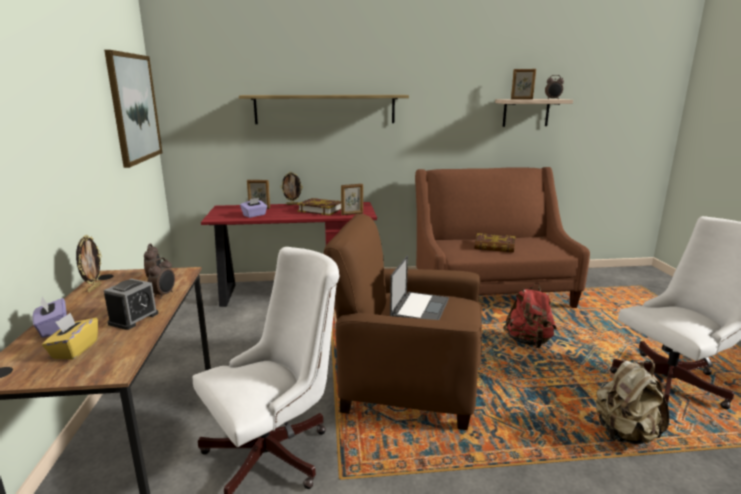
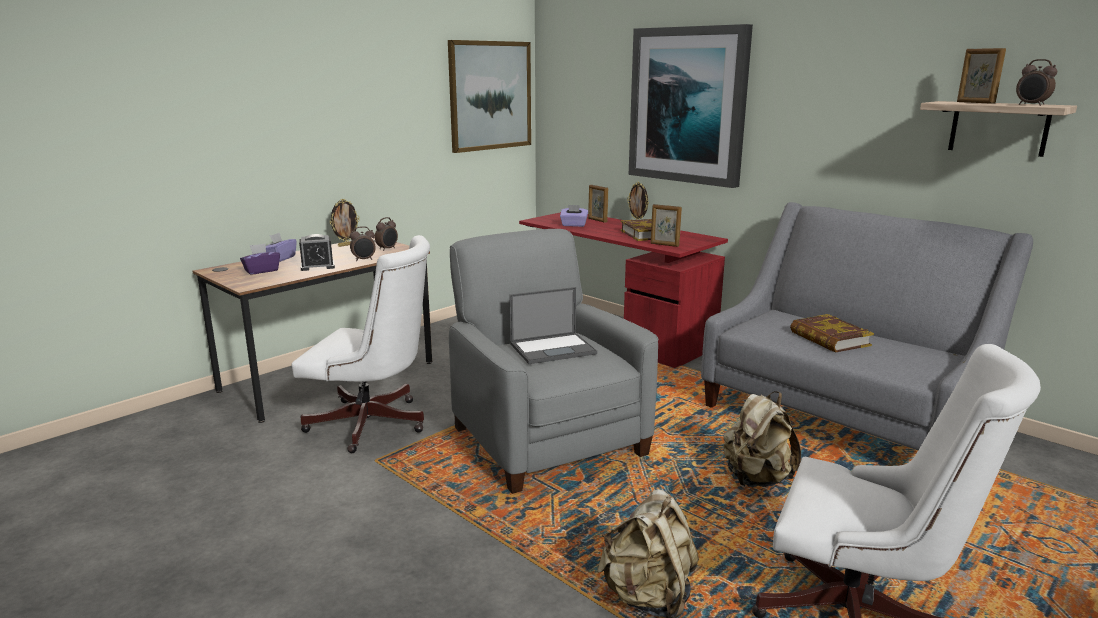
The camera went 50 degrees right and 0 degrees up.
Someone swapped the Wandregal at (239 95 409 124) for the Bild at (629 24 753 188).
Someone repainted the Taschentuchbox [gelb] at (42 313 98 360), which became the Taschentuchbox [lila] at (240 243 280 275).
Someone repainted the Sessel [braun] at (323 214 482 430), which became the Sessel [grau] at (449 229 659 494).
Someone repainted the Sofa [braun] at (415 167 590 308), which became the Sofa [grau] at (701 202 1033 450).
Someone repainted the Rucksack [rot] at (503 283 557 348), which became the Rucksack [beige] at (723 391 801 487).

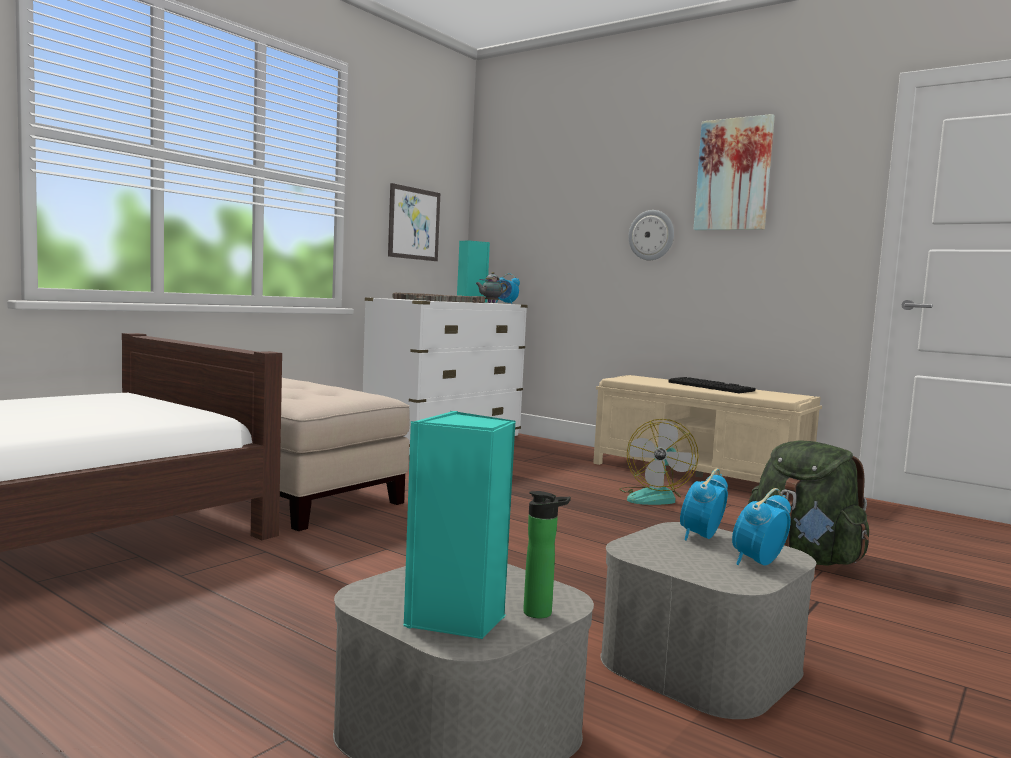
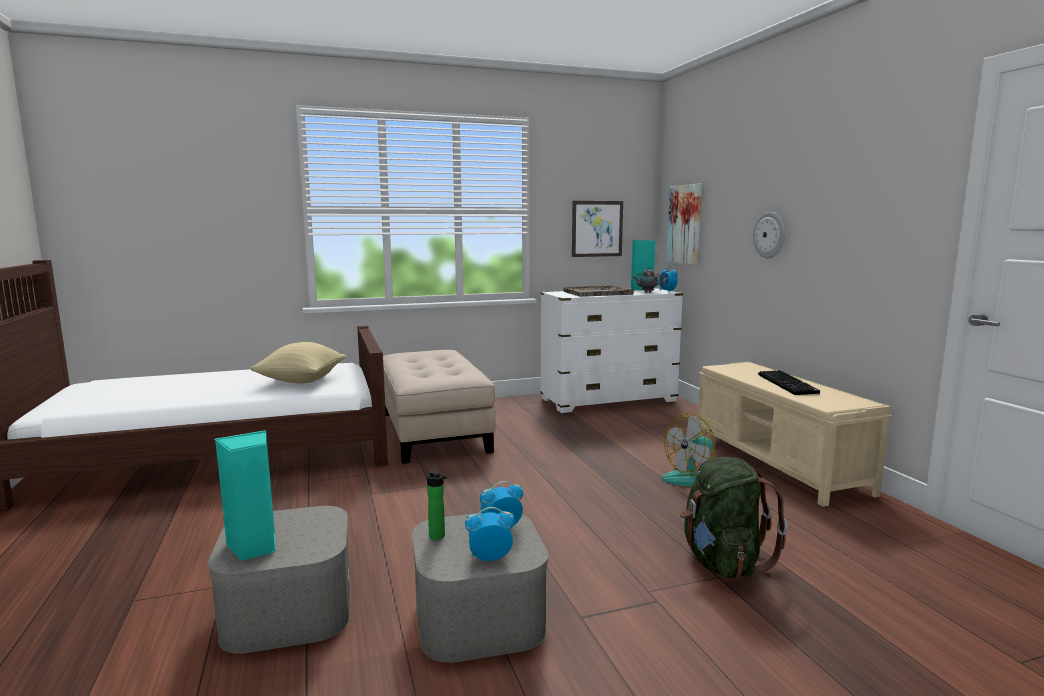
The camera went 35 degrees right and 5 degrees up.
Someone put down the Kissen [beige] at (250 342 346 383).
Someone carried the Flasche from (523 491 571 618) to (427 470 447 540).
Someone carried the Bild from (693 114 775 231) to (666 184 702 265).

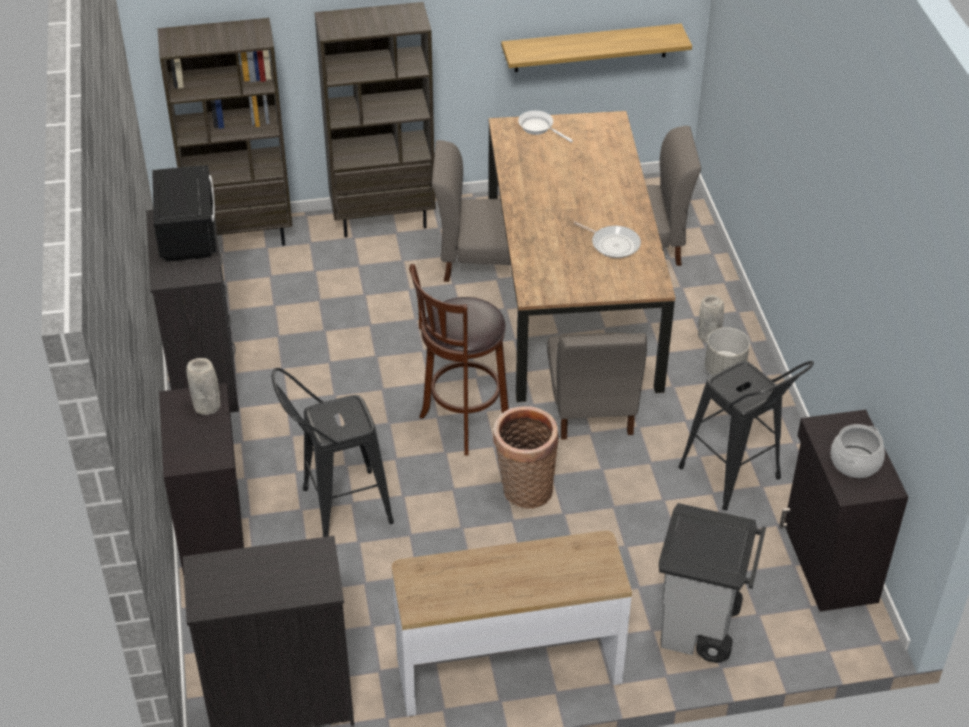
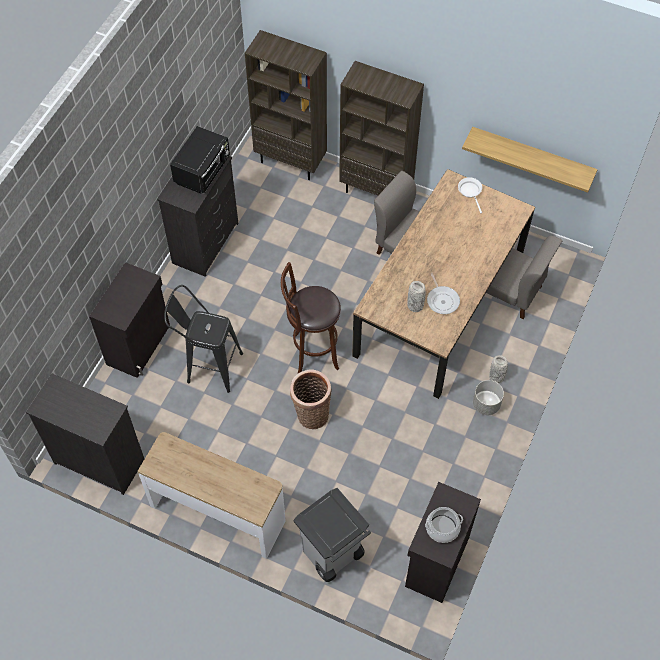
The camera went 35 degrees right and 15 degrees up.
Someone took away the Stuhl [grau] at (547 333 647 440).
Someone took away the Hocker [schwarz] at (679 361 814 510).
Someone carried the Vase [grau] from (186 358 220 415) to (408 281 426 312).

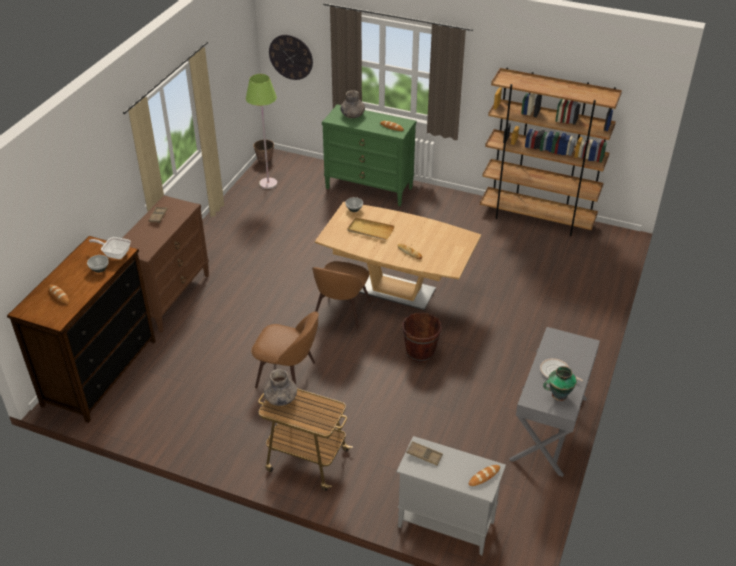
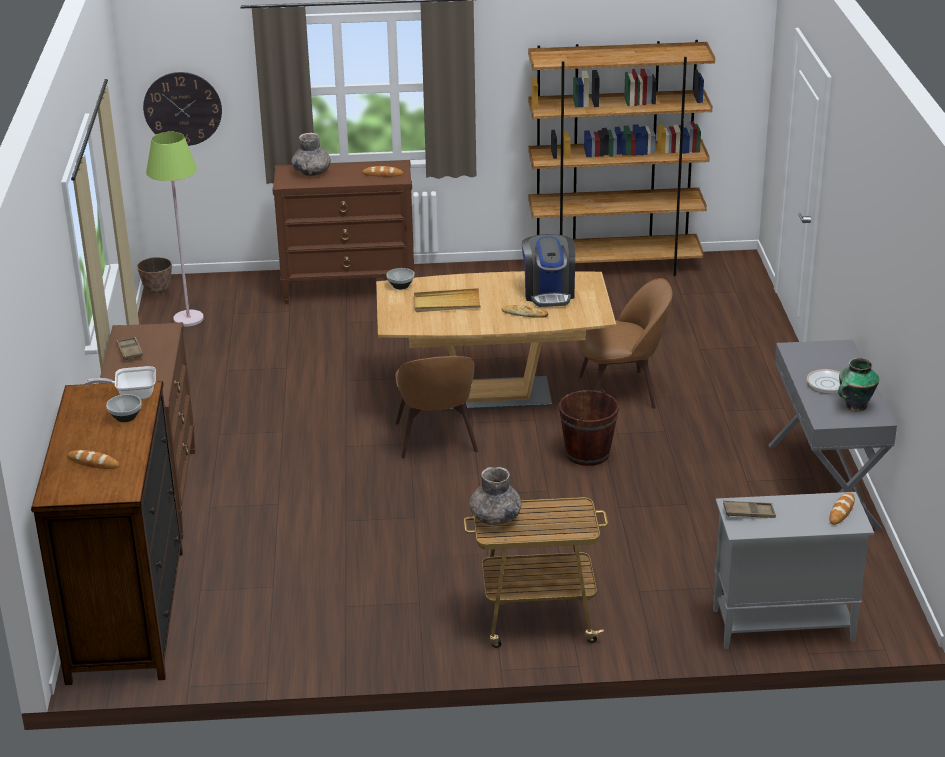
The camera went 25 degrees left and 10 degrees down.
Someone put down the Kaffeemaschine at (522 234 575 307).
Someone carried the Stuhl [braun] from (251 311 319 388) to (578 278 673 409).
Someone repainted the Kommode [grün] at (322 104 416 206), which became the Kommode [braun] at (273 160 415 304).

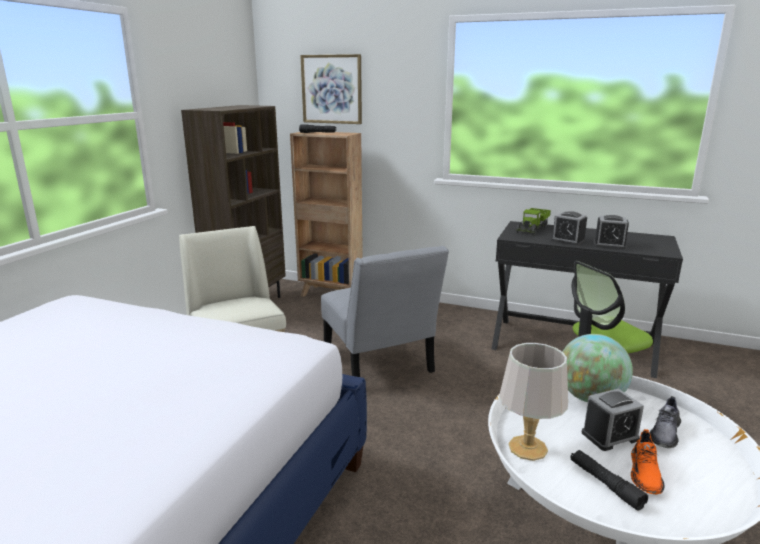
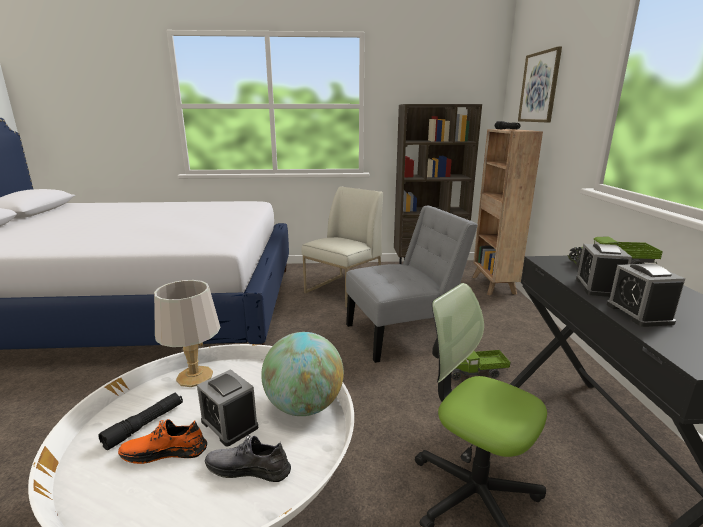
The camera went 65 degrees right and 0 degrees up.
Someone put down the Spielzeuglaster at (451 350 511 380).
Someone rotated the Stuhl [grau] at (321 246 449 377) by 150 degrees counterclockwise.

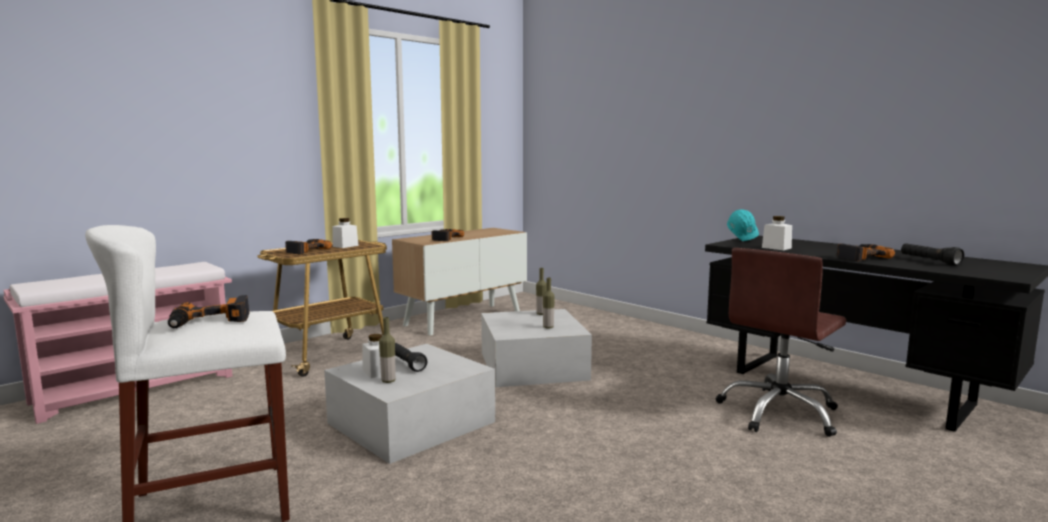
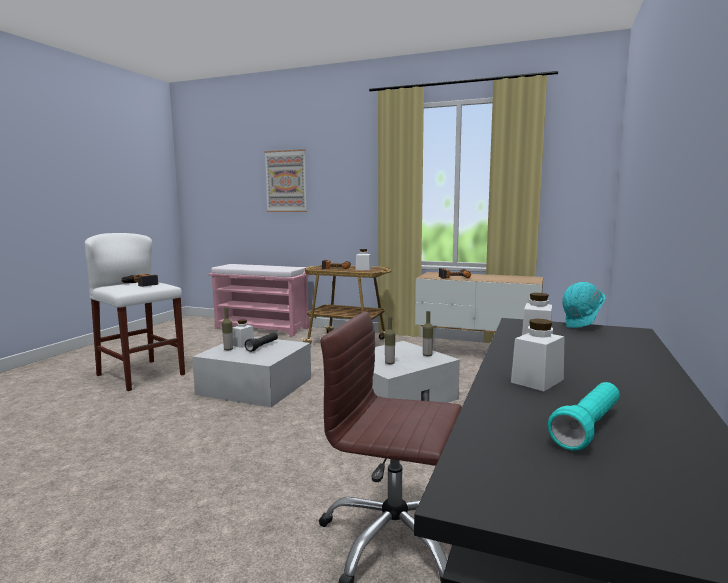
The camera went 65 degrees right and 0 degrees up.
Someone put up the Bild at (264 149 307 212).
Someone swapped the Bohrmaschine at (837 244 895 261) for the Vorratsglas [weiß] at (511 319 565 391).
Someone repainted the Taschenlampe [schwarz] at (901 243 964 266), which became the Taschenlampe [türkis] at (548 382 620 451).

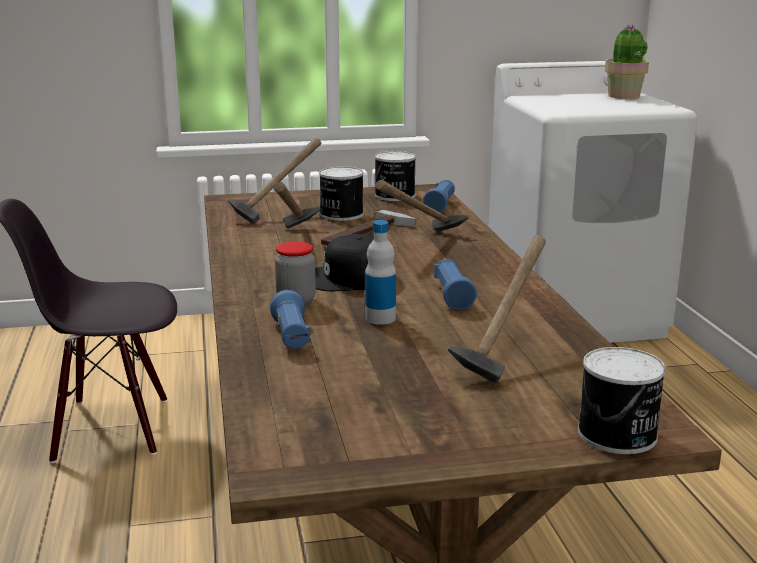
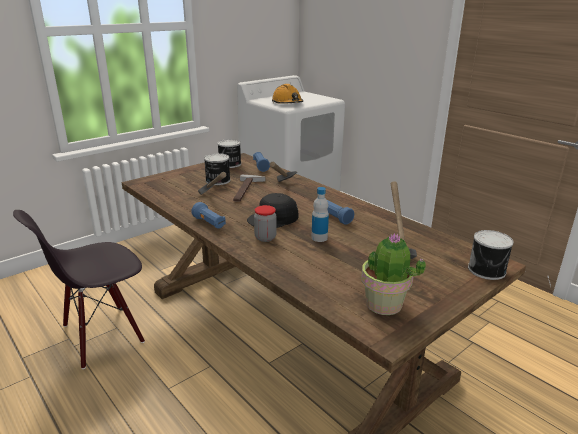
The camera went 30 degrees left and 5 degrees up.
Someone took away the Hammer at (228 138 322 224).
Someone put down the Schutzhelm [orange] at (272 84 303 104).
Someone carried the Taschenlampe [blau] from (270 290 311 349) to (191 202 226 229).
Someone carried the Topfpflanze from (605 25 649 99) to (362 233 426 315).

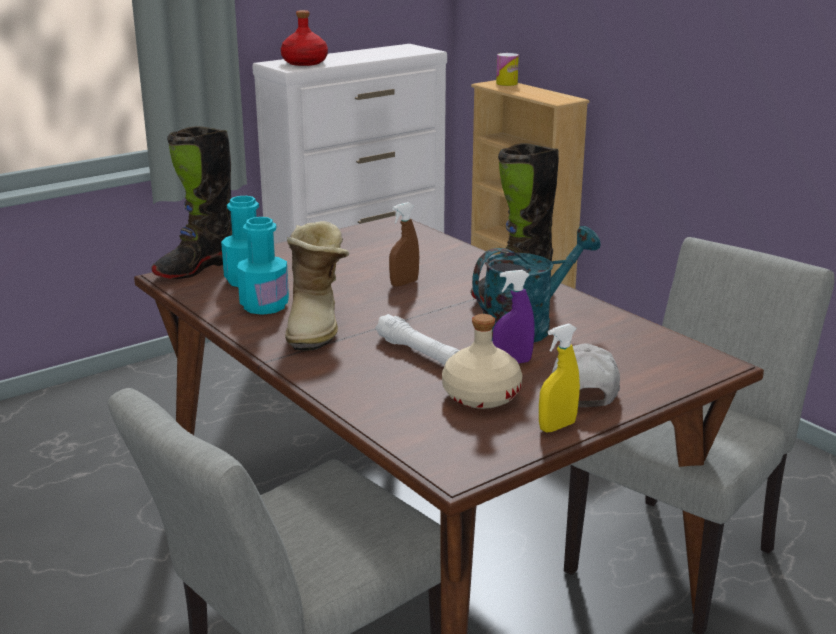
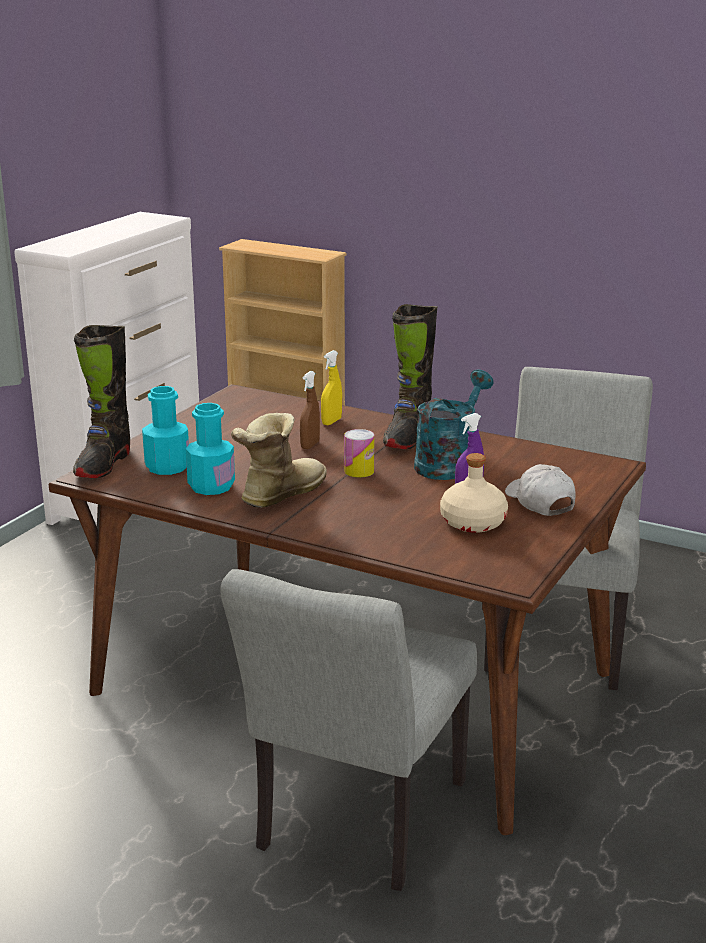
The camera went 25 degrees left and 0 degrees up.
Someone took away the Flasche [rot] at (281 10 328 66).
Someone took away the Taschenlampe [weiß] at (375 314 460 365).
Someone carried the Dose from (496 53 519 86) to (344 429 374 478).
Someone carried the Sprühflasche [gelb] from (539 323 580 432) to (321 350 342 425).
Someone rotated the Stiefel at (285 221 349 351) by 120 degrees counterclockwise.

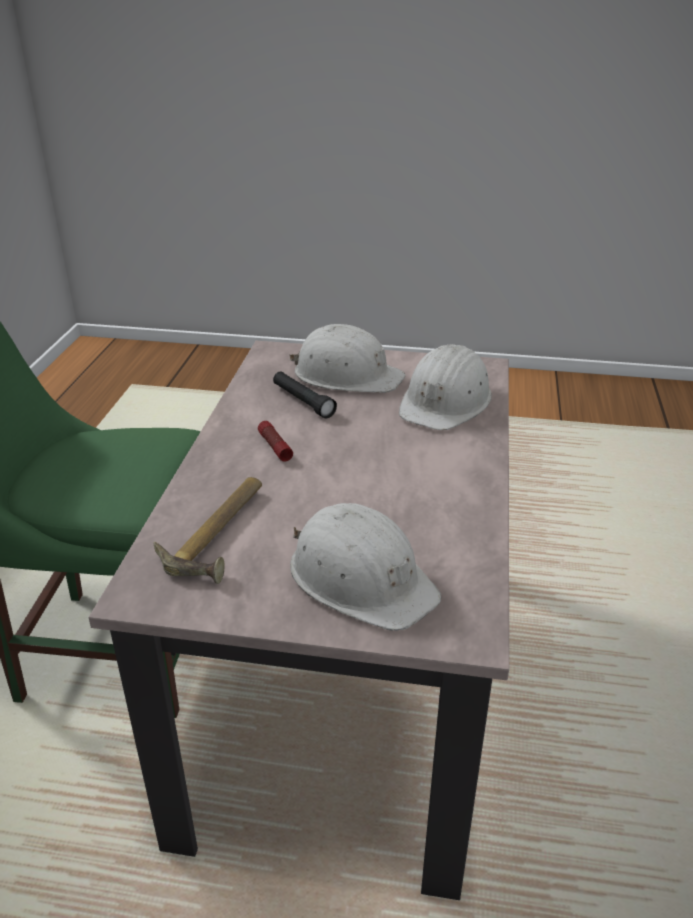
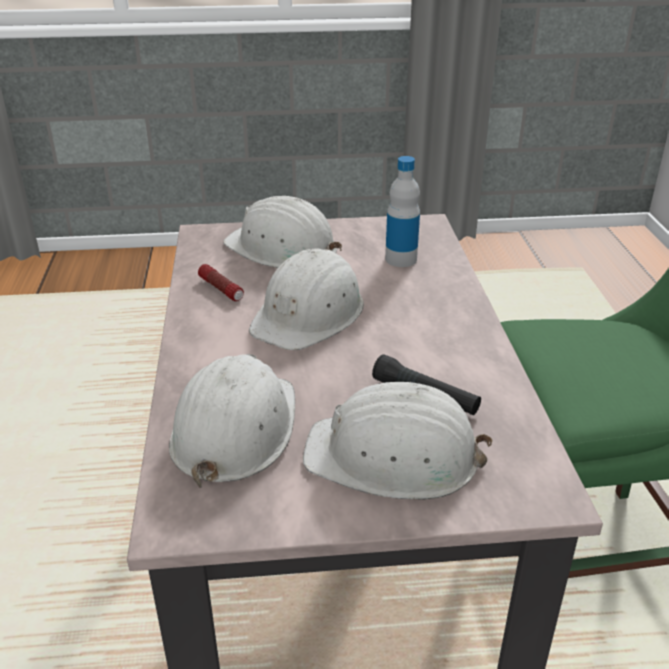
The camera went 165 degrees right and 0 degrees up.
Someone put down the Schutzhelm [weiß] at (249 249 364 350).
Someone carried the Taschenlampe from (258 421 293 462) to (198 264 244 301).
Someone swapped the Hammer at (154 477 262 584) for the Flasche at (385 156 420 267).

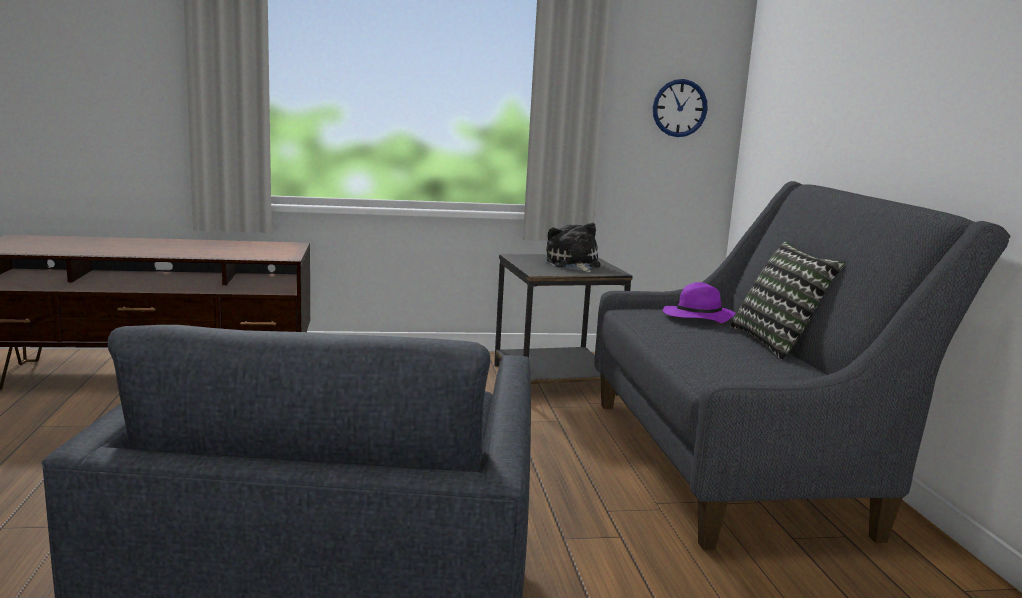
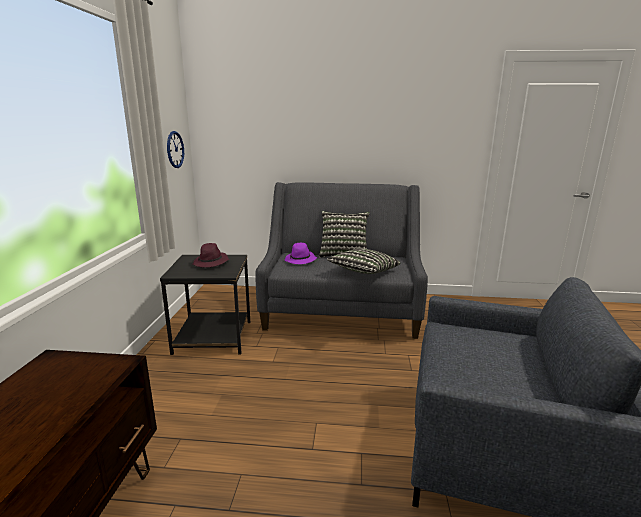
The camera went 75 degrees left and 5 degrees up.
Someone put down the Kissen at (327 248 400 274).
Someone swapped the Plüschtier at (545 223 600 273) for the Hut [lila] at (193 243 229 268).

